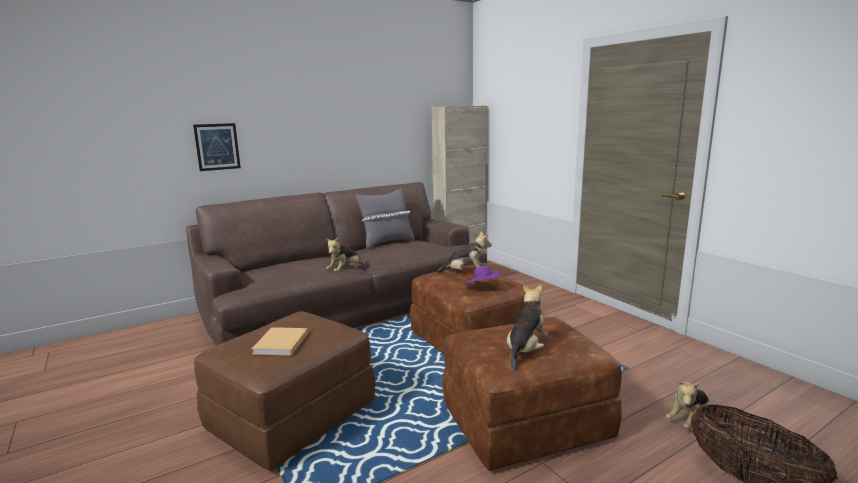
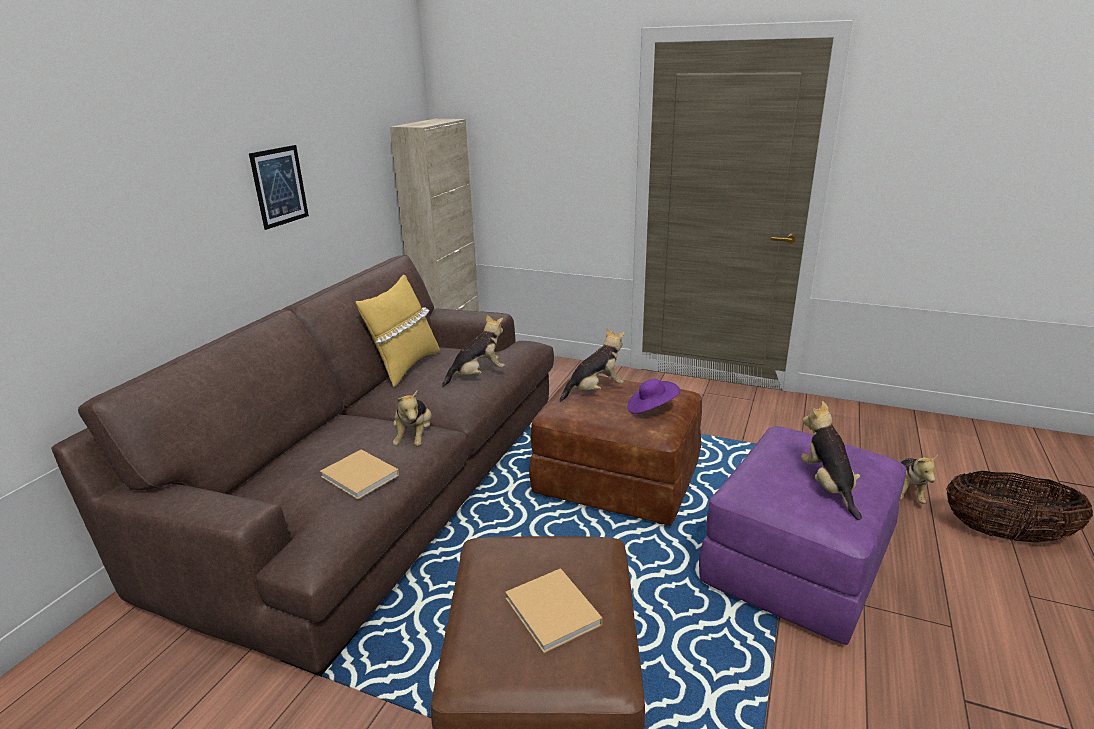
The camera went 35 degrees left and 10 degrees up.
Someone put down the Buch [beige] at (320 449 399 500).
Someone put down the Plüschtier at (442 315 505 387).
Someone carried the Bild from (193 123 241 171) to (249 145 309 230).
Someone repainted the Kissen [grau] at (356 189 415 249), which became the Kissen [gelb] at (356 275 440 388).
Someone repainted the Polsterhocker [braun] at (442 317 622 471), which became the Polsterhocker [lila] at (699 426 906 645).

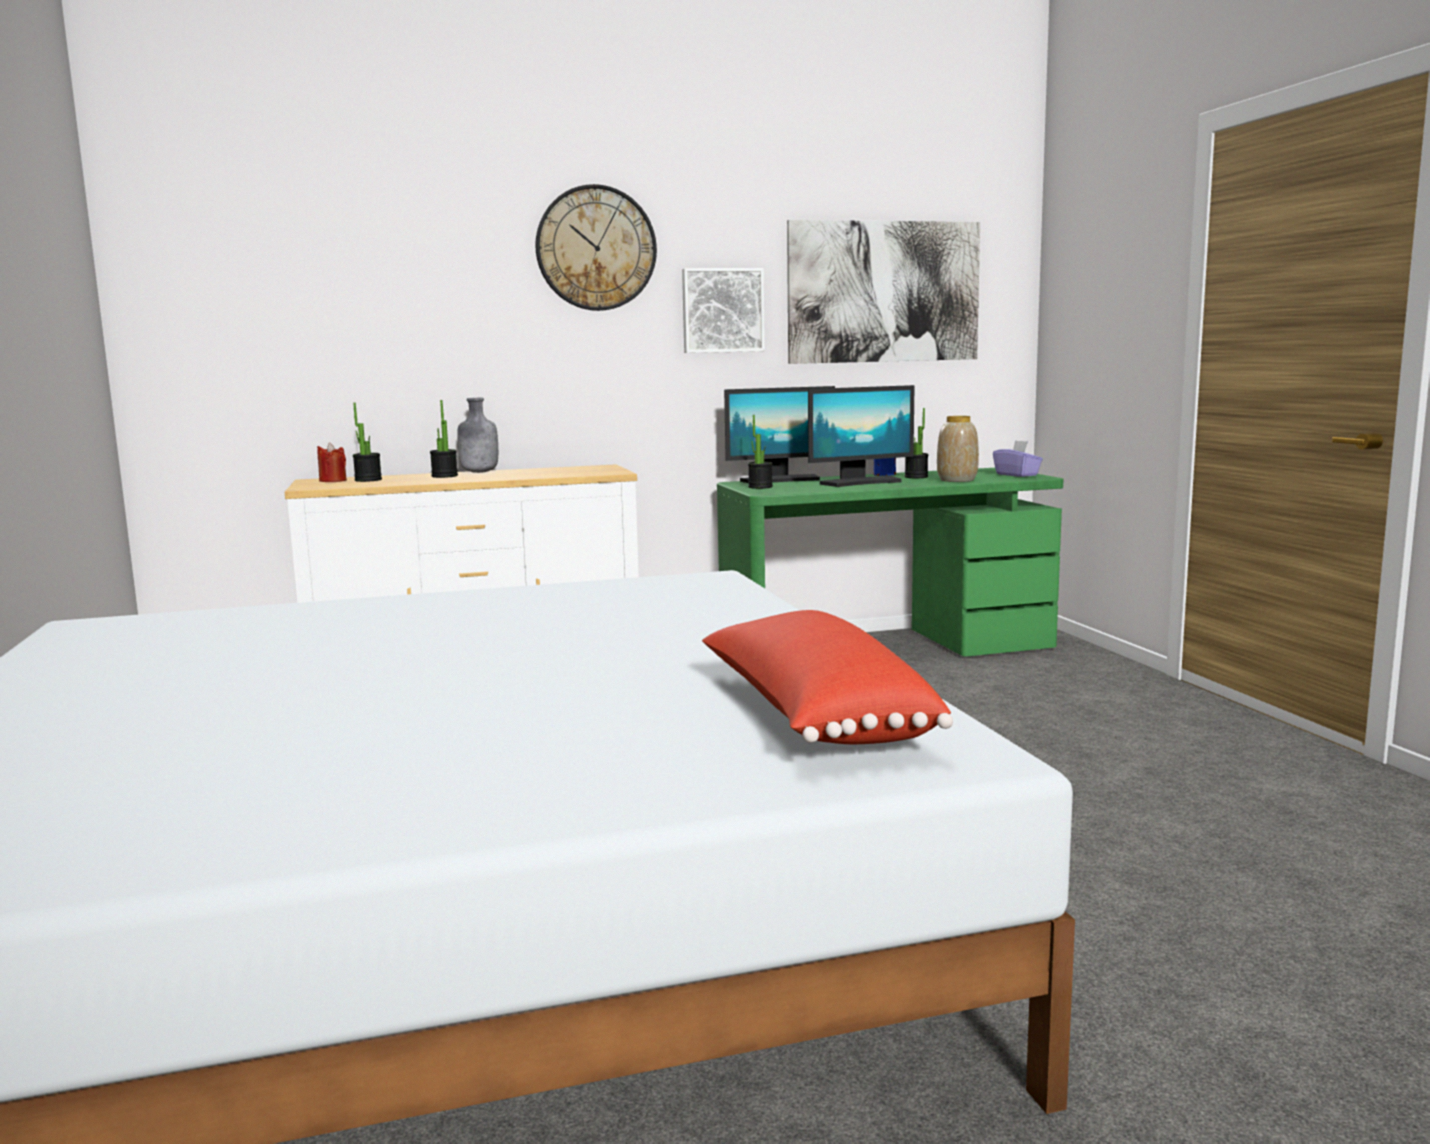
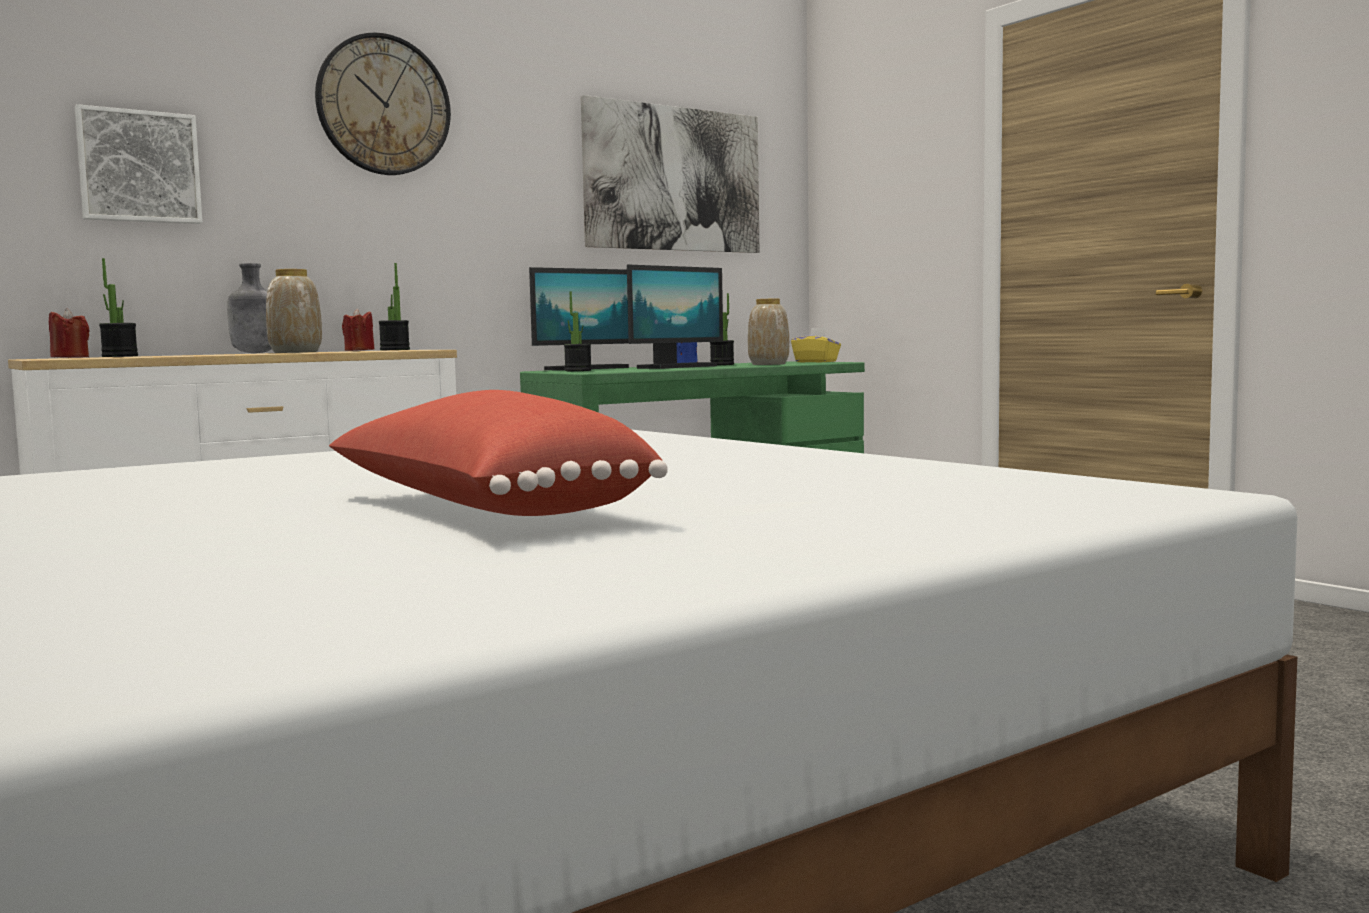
The camera went 20 degrees left and 5 degrees down.
Someone put down the Vase at (266 269 322 353).
Someone put down the Kerze [rot] at (342 309 375 351).
Someone carried the Topfpflanze from (430 400 458 478) to (379 263 410 350).
Someone carried the Bild from (682 268 765 353) to (75 104 202 224).
Someone carried the Kissen [rot] from (702 610 953 744) to (329 390 668 516).
Someone repainted the Taschentuchbox [lila] at (993 440 1043 477), which became the Taschentuchbox [gelb] at (791 328 841 362).

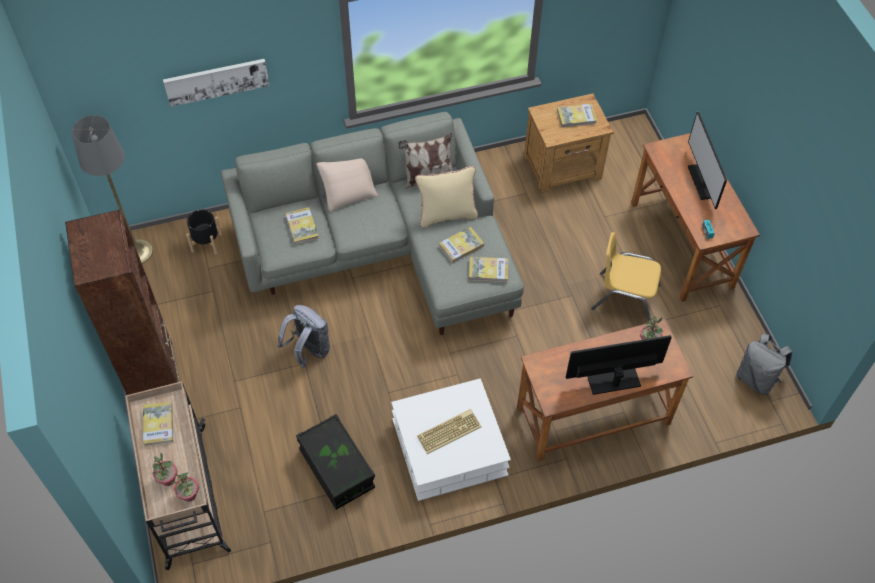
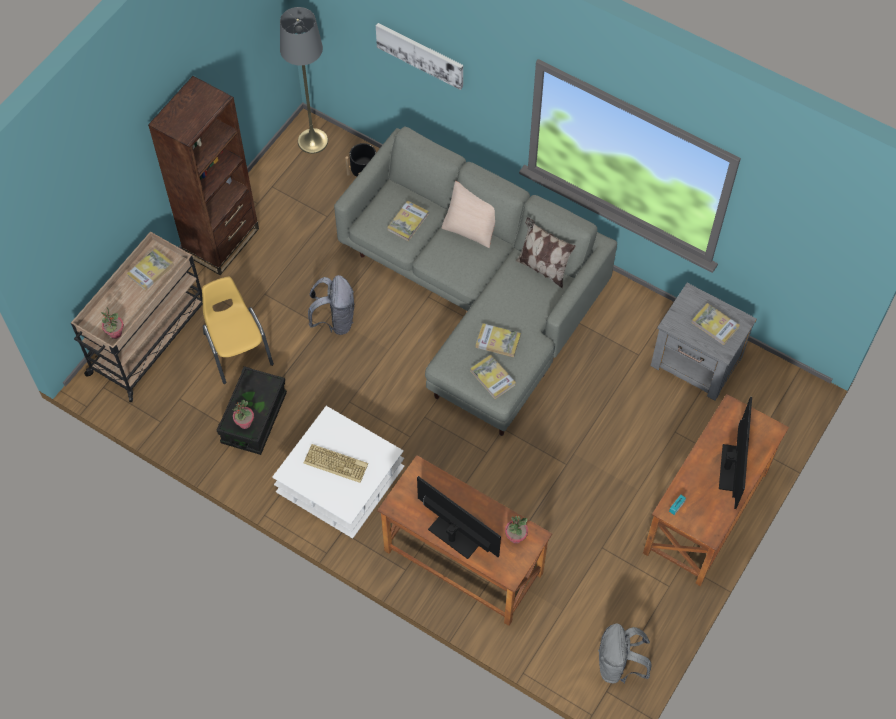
The camera went 50 degrees right and 5 degrees up.
Someone took away the Kissen [beige] at (415 166 478 228).
Someone carried the Topfpflanze from (152 453 177 486) to (232 400 254 429).
Someone carried the Stuhl [gelb] from (591 232 661 321) to (202 277 274 384).
Someone repainted the Nachttisch [braun] at (524 94 614 193), which became the Nachttisch [grau] at (651 283 757 400).
Someone rotated the Monitor at (688 112 727 209) by 150 degrees clockwise.

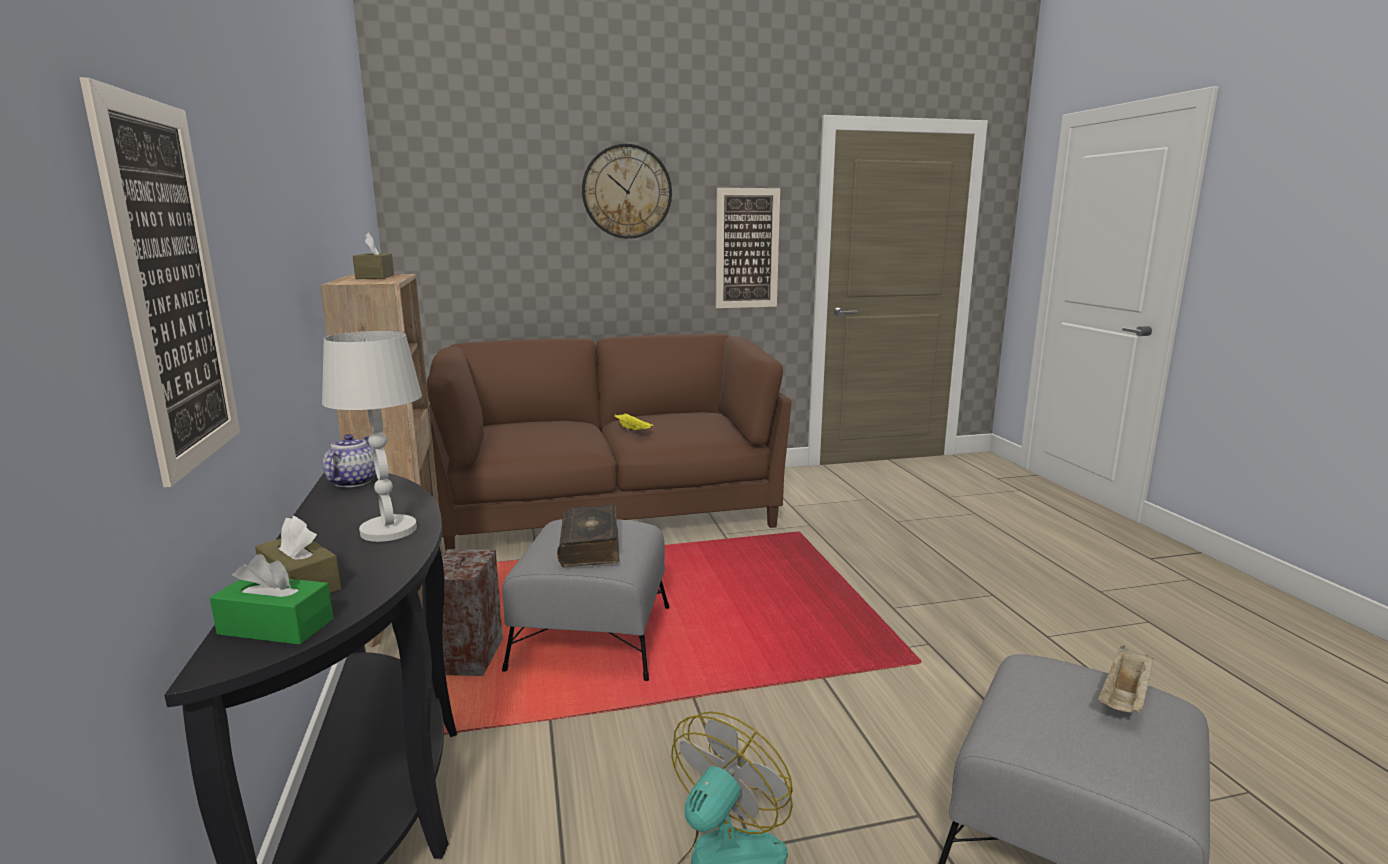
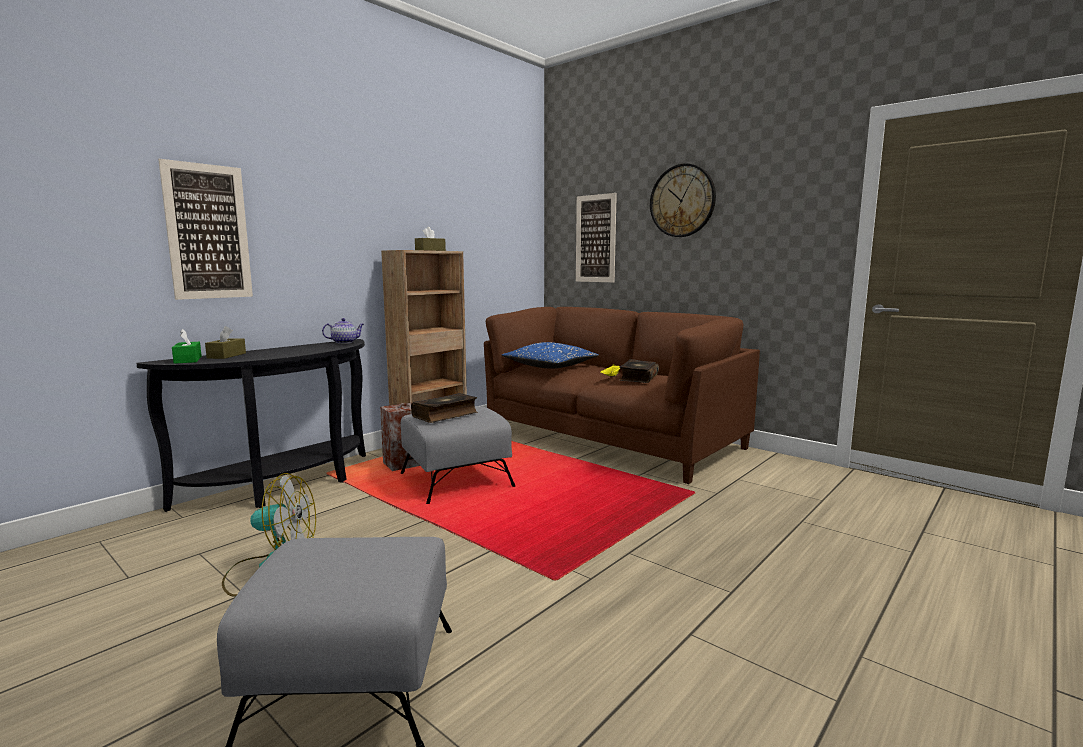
The camera went 55 degrees right and 5 degrees down.
Someone took away the Tischlampe [weiß] at (322 331 422 542).
Someone took away the Tablett [beige] at (1098 645 1154 714).
Someone put down the Kissen [blau] at (502 342 599 369).
Someone put down the Buch at (619 359 659 383).
Someone carried the Bild from (716 188 780 308) to (576 193 617 282).

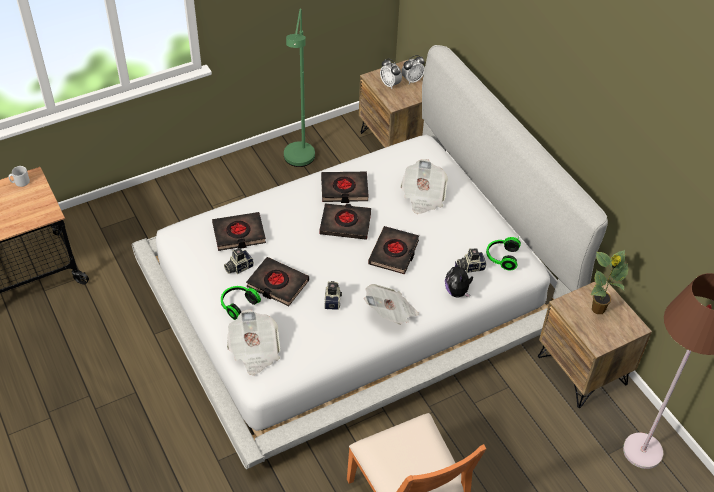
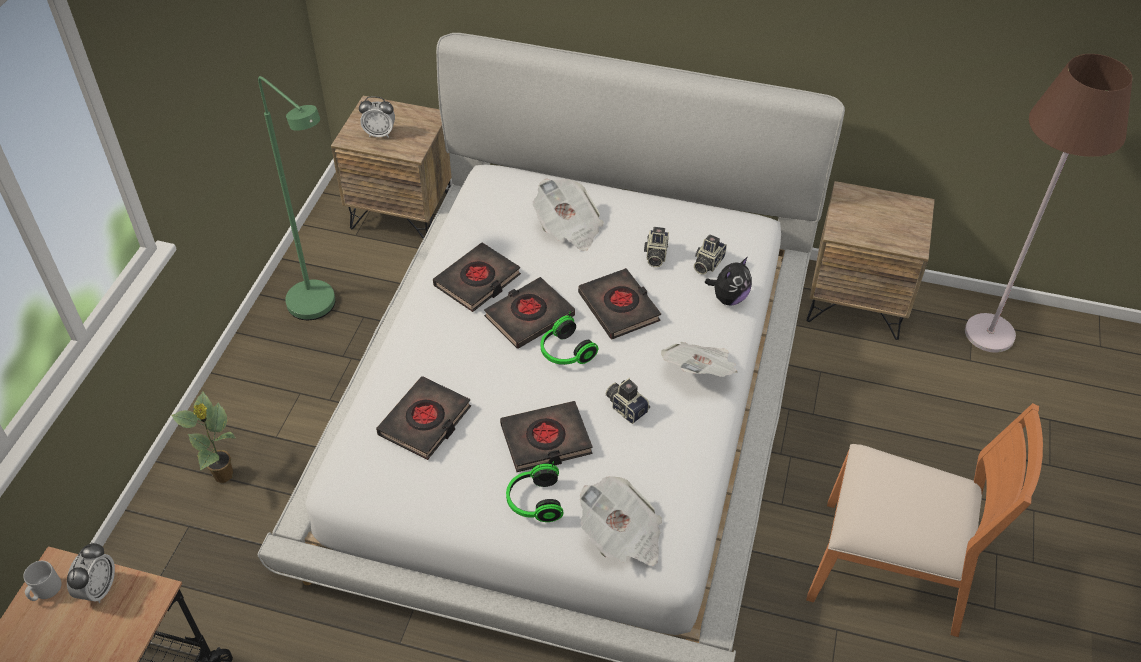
The camera went 45 degrees left and 0 degrees up.
Someone carried the Kamera from (224 248 254 274) to (644 227 669 267).
Someone carried the Wecker from (401 55 425 84) to (67 542 115 603).
Someone carried the Kopfhörer from (486 237 521 271) to (541 312 598 365).
Someone carried the Topfpflanze from (591 250 629 314) to (171 391 236 483).
Someone rotated the Plüschtier at (445 261 473 297) by 75 degrees counterclockwise.

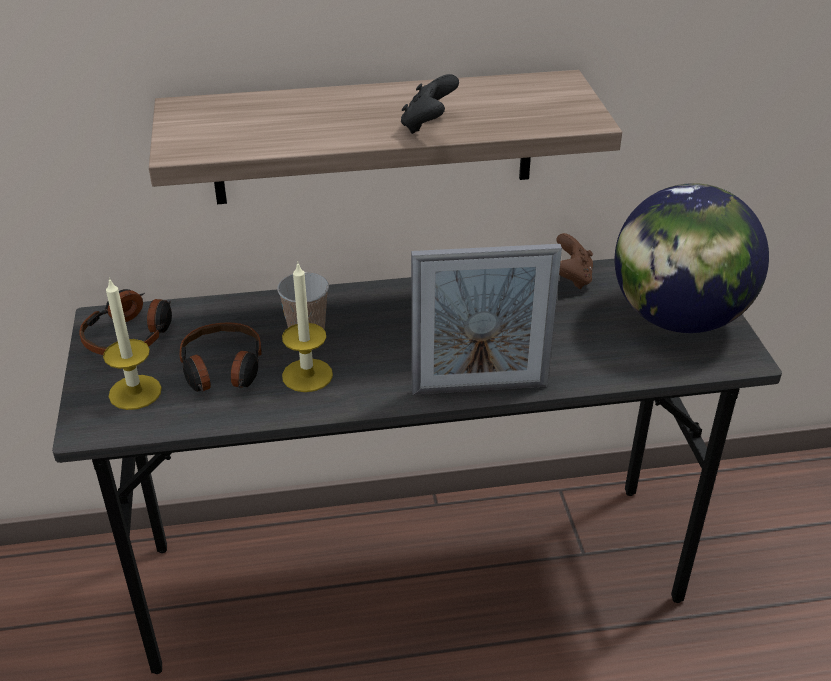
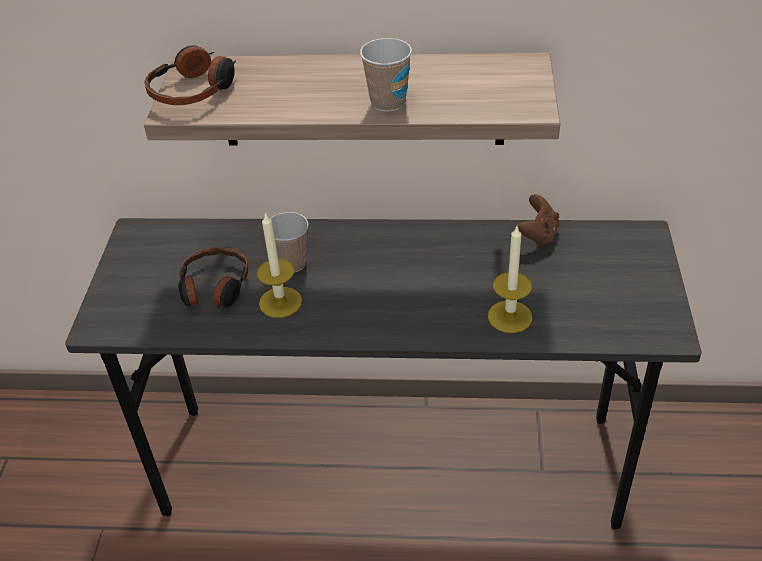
The camera went 15 degrees right and 5 degrees up.
Someone took away the Bilderrahmen at (411 244 562 395).
Someone took away the Globus at (614 183 769 333).
Someone carried the Kopfhörer from (79 289 172 355) to (144 45 236 105).
Someone carried the Kerze from (103 277 162 410) to (488 226 532 333).
Someone swapped the Gamepad [schwarz] at (401 74 459 134) for the Tasse at (360 38 412 112).

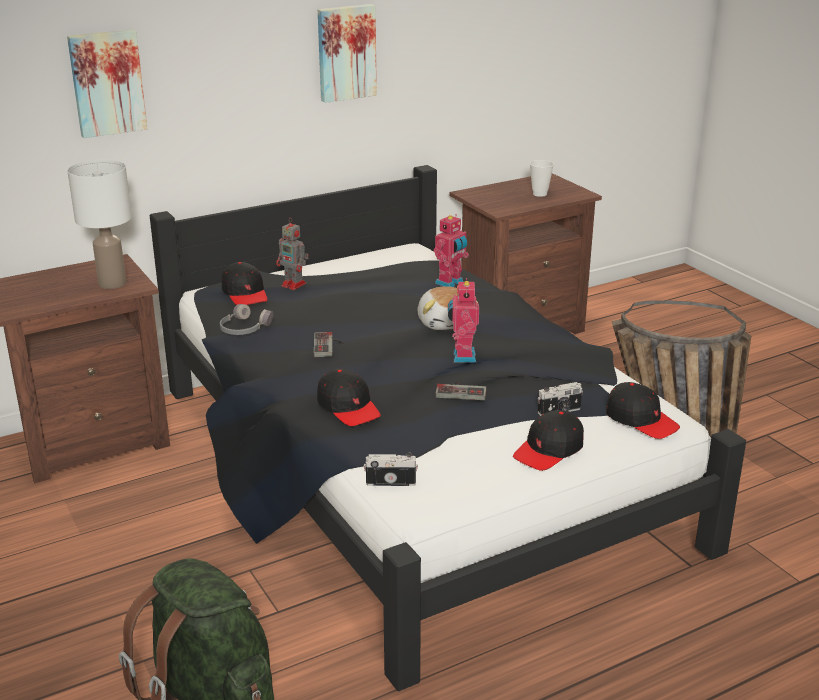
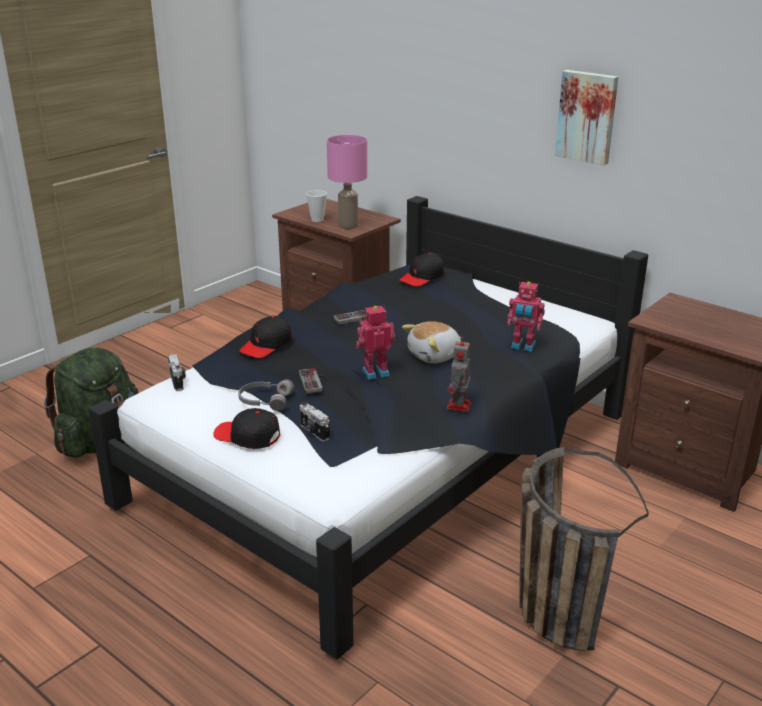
The camera went 70 degrees right and 0 degrees up.
Someone took away the Bild at (67 29 147 138).
Someone took away the Kappe [schwarz] at (606 382 680 439).
Someone carried the Kopfhörer [grau] from (220 304 273 335) to (238 379 294 411).
Someone carried the Spielzeugroboter from (276 217 309 290) to (447 336 471 412).
Someone carried the Tasse from (530 160 554 197) to (306 190 327 222).
Someone repainted the Tischlampe [weiß] at (67 159 132 289), which became the Tischlampe [rosa] at (327 135 367 229).

